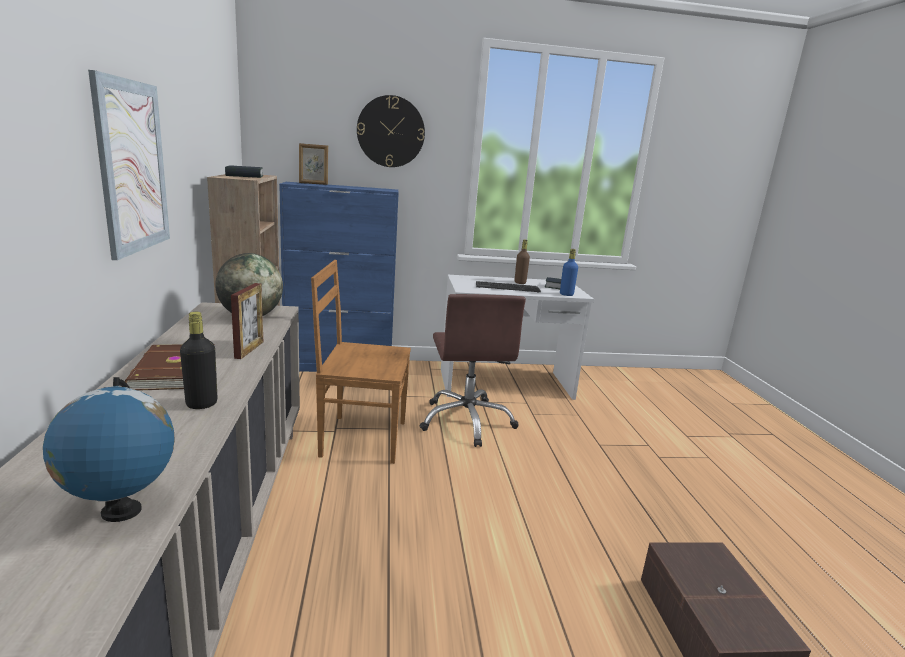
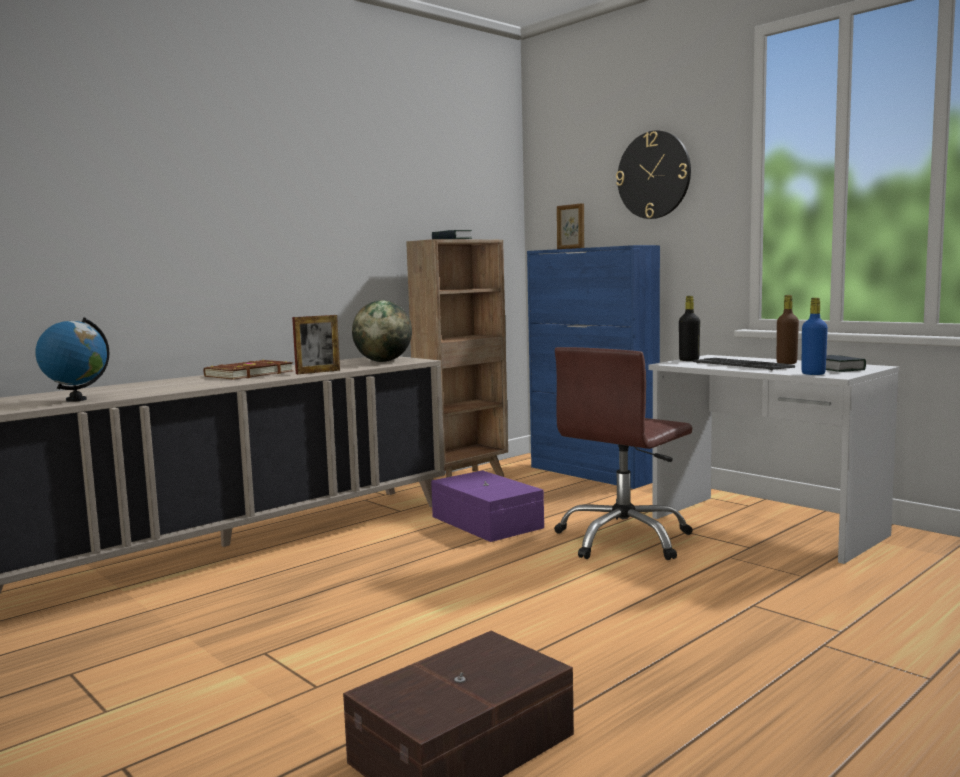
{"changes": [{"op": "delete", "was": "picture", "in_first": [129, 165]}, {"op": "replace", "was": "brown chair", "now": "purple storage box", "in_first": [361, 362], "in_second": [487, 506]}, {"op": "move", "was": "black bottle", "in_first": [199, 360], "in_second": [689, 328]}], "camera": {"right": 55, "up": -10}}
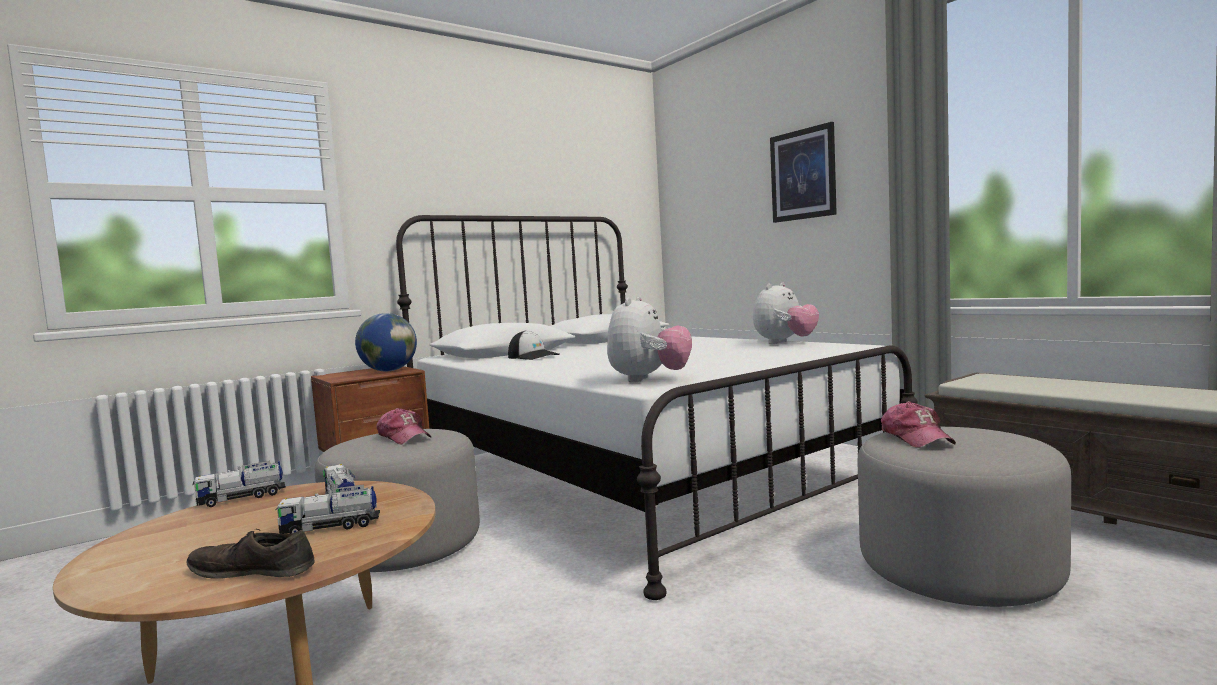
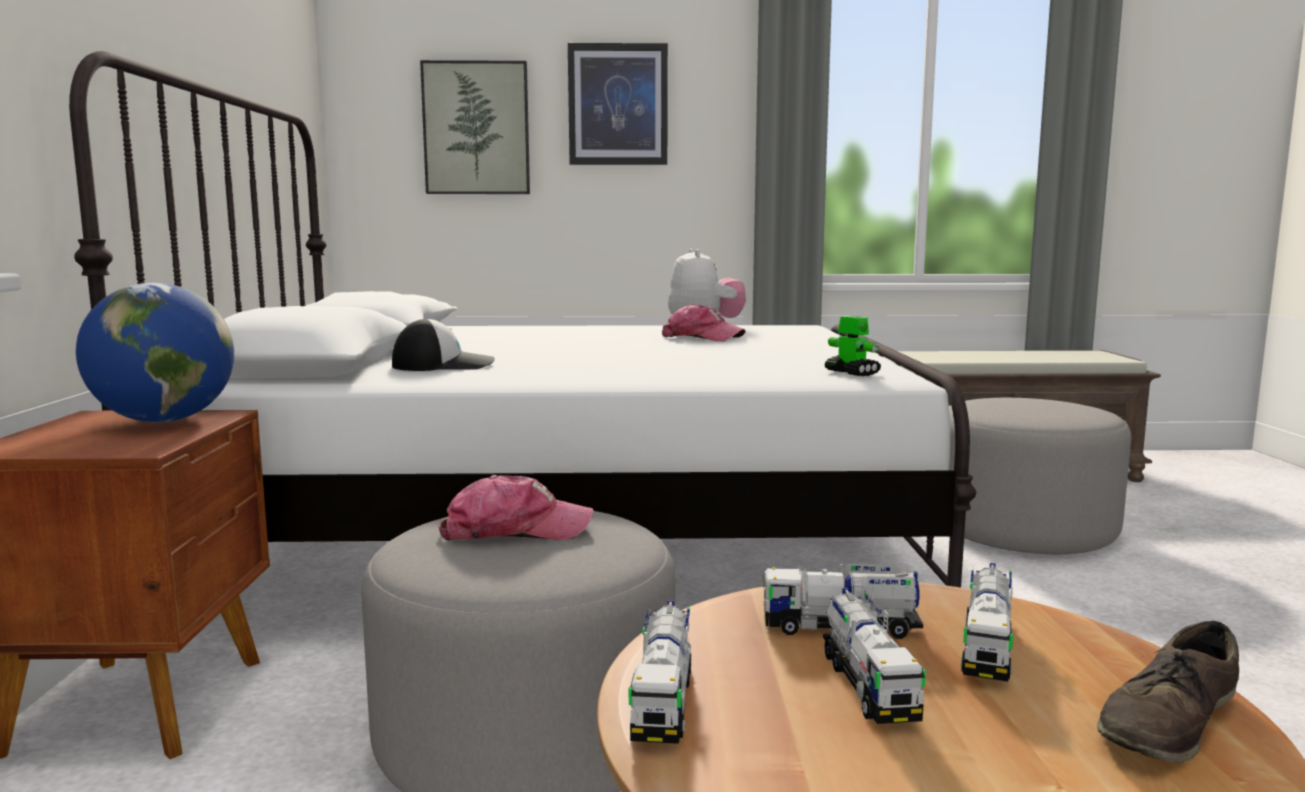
{"changes": [{"op": "replace", "was": "plush toy", "now": "toy robot", "in_first": [649, 339], "in_second": [853, 346]}, {"op": "move", "was": "cap", "in_first": [918, 424], "in_second": [703, 323]}, {"op": "insert", "now": "picture", "in_second": [475, 127]}, {"op": "insert", "now": "toy truck", "in_second": [874, 656]}], "camera": {"right": -55, "up": 5}}
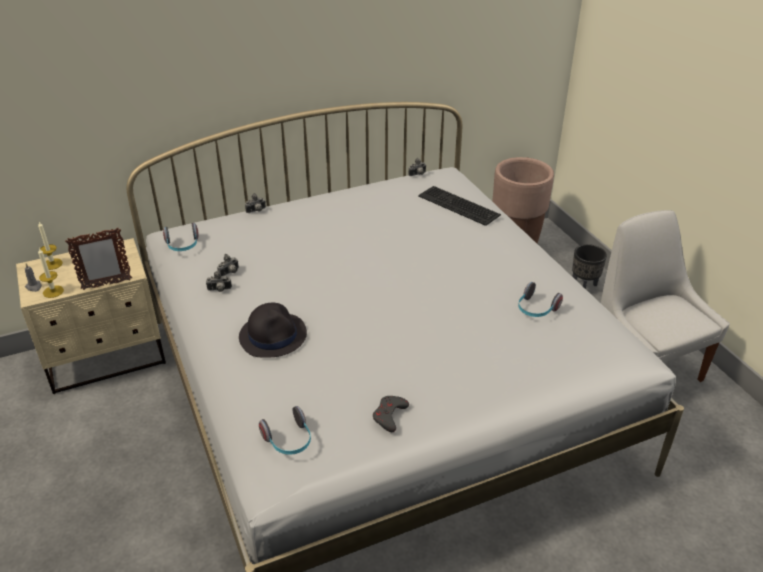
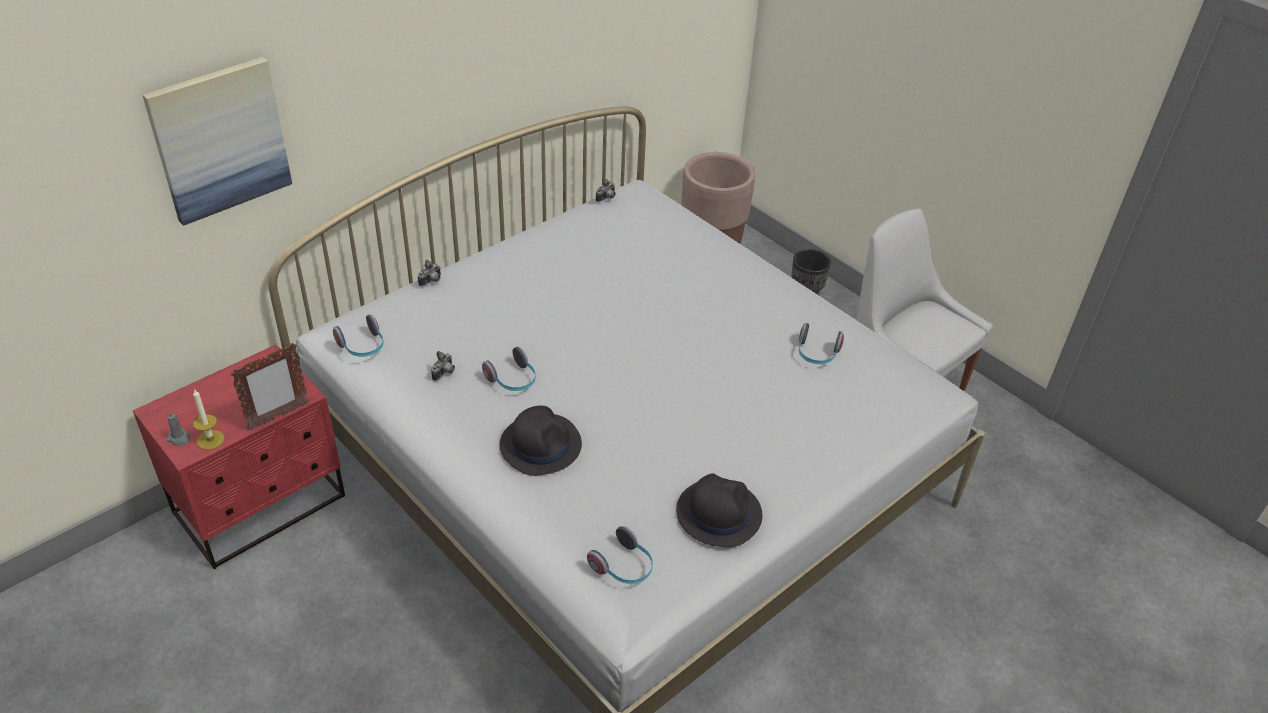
{"changes": [{"op": "delete", "was": "keyboard", "in_first": [459, 206]}, {"op": "delete", "was": "candle", "in_first": [50, 246]}, {"op": "recolor", "was": "beige nightstand", "now": "red nightstand", "in_first": [91, 316], "in_second": [239, 457]}, {"op": "delete", "was": "photo camera", "in_first": [219, 281]}, {"op": "replace", "was": "grey game controller", "now": "black hat", "in_first": [391, 414], "in_second": [719, 510]}, {"op": "insert", "now": "picture", "in_second": [217, 141]}, {"op": "insert", "now": "headphones", "in_second": [509, 369]}], "camera": {"right": -20, "up": 5}}
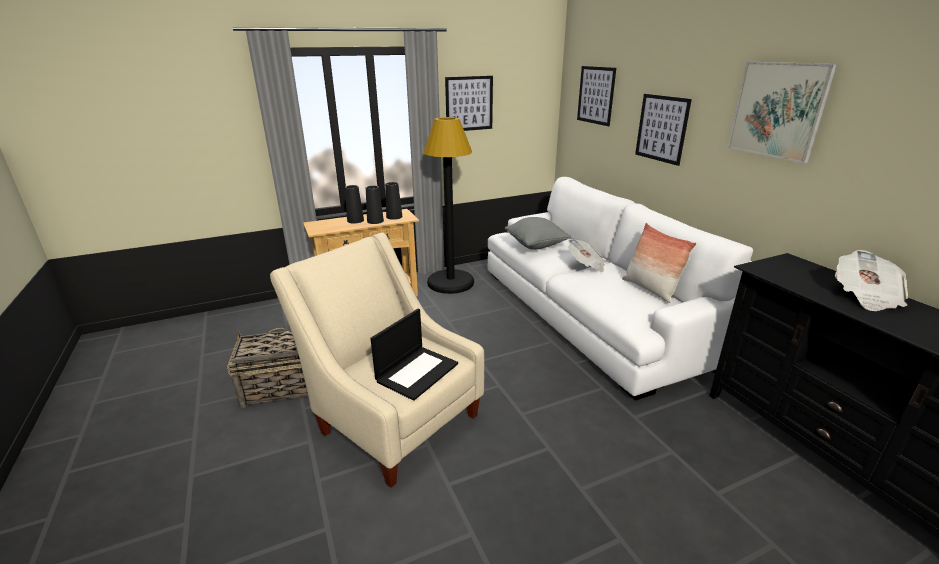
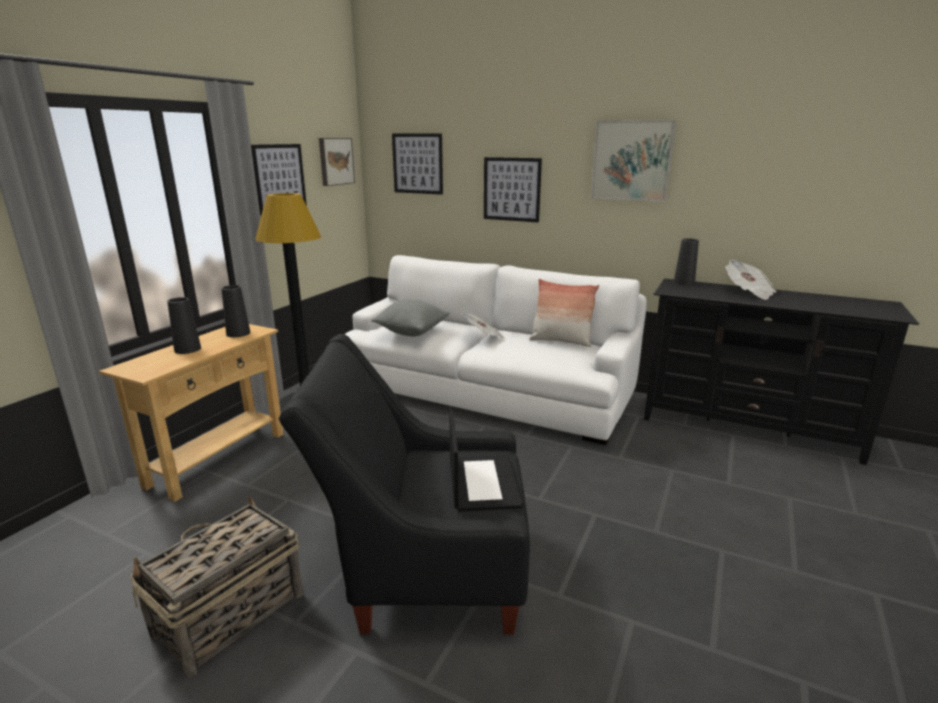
{"changes": [{"op": "move", "was": "black vase", "in_first": [375, 205], "in_second": [686, 261]}, {"op": "recolor", "was": "beige armchair", "now": "black armchair", "in_first": [377, 360], "in_second": [404, 484]}, {"op": "insert", "now": "picture", "in_second": [337, 162]}], "camera": {"right": -40, "up": -5}}
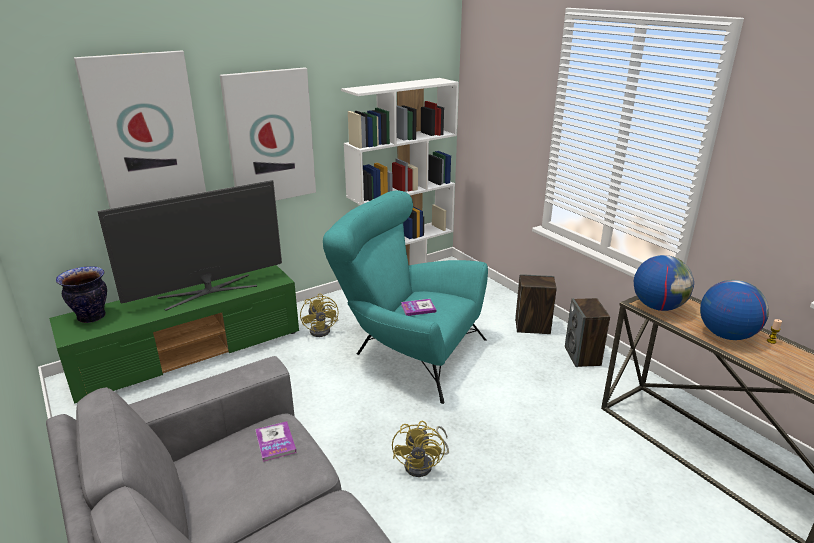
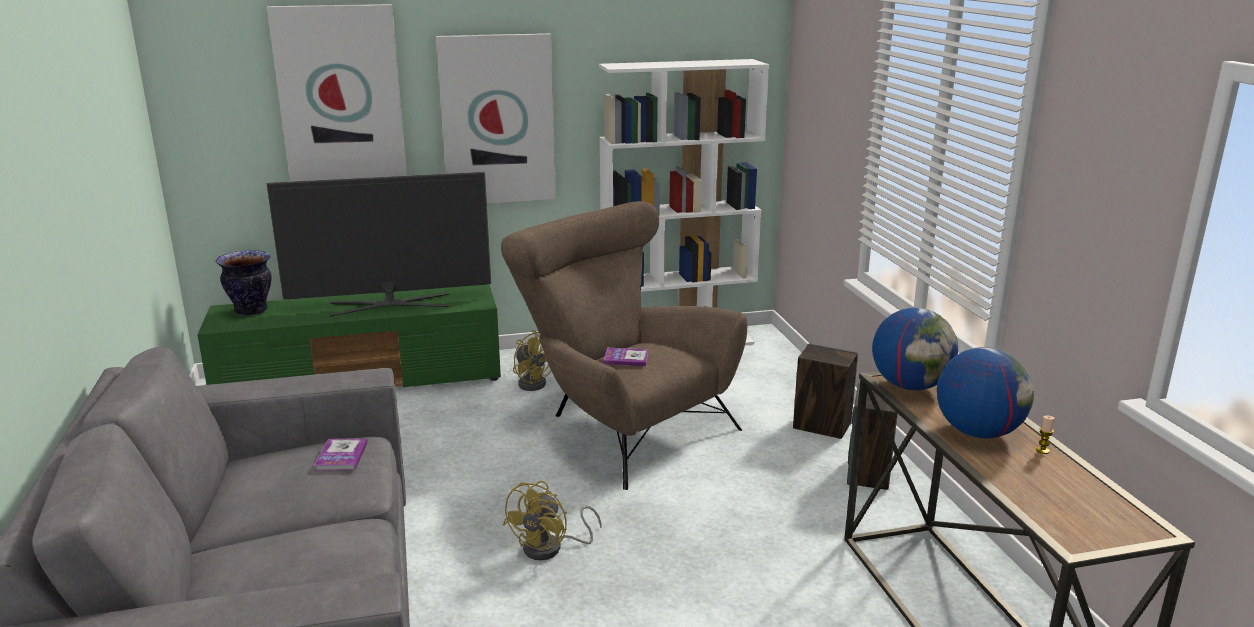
{"changes": [{"op": "recolor", "was": "turquoise armchair", "now": "brown armchair", "in_first": [405, 297], "in_second": [624, 345]}, {"op": "rotate", "was": "yellow fan", "in_first": [319, 315], "in_second": [532, 360], "clockwise": -45}], "camera": {"right": 20, "up": -5}}
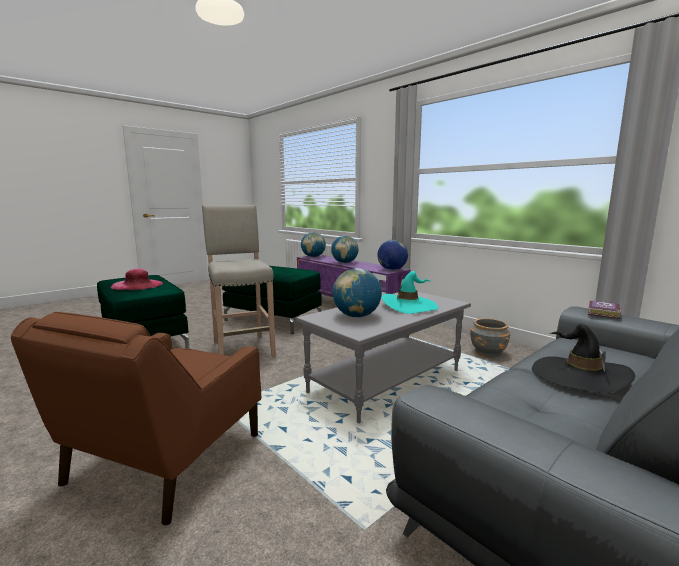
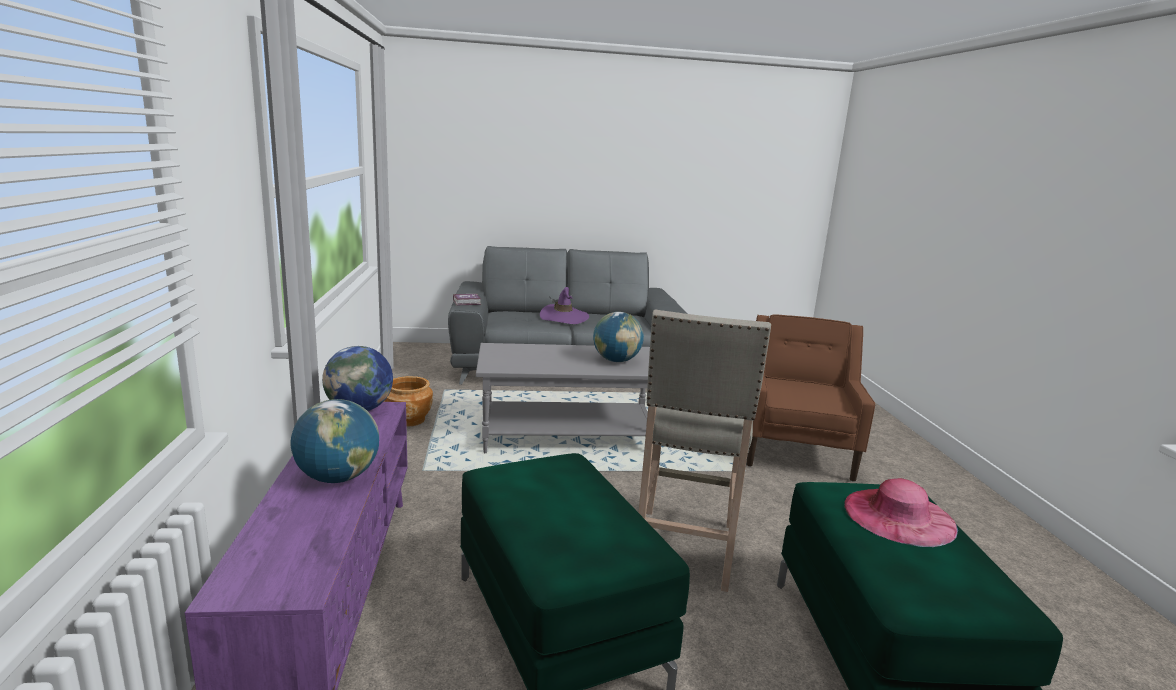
{"changes": [{"op": "delete", "was": "globe", "in_first": [313, 244]}, {"op": "delete", "was": "turquoise hat", "in_first": [410, 292]}, {"op": "rotate", "was": "brown armchair", "in_first": [136, 418], "in_second": [810, 398], "clockwise": -45}, {"op": "recolor", "was": "grey planter", "now": "brown planter", "in_first": [490, 337], "in_second": [408, 401]}, {"op": "recolor", "was": "black hat", "now": "purple hat", "in_first": [583, 358], "in_second": [564, 305]}], "camera": {"right": -145, "up": 5}}
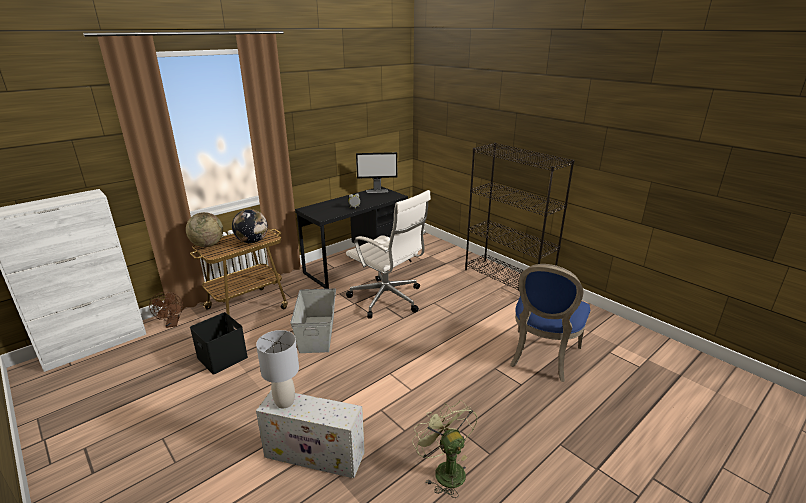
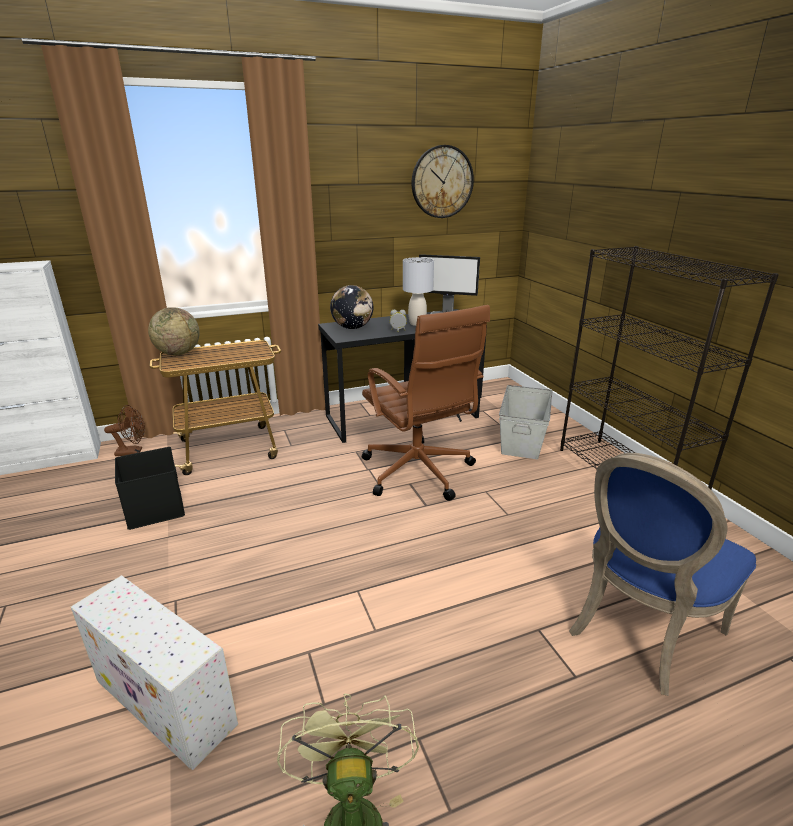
{"changes": [{"op": "recolor", "was": "white office chair", "now": "brown office chair", "in_first": [388, 254], "in_second": [426, 403]}, {"op": "move", "was": "globe", "in_first": [250, 226], "in_second": [351, 307]}, {"op": "move", "was": "grey storage box", "in_first": [313, 320], "in_second": [525, 422]}, {"op": "rotate", "was": "brown fan", "in_first": [166, 310], "in_second": [124, 430], "clockwise": -105}, {"op": "move", "was": "grey table lamp", "in_first": [277, 369], "in_second": [418, 291]}, {"op": "insert", "now": "wall clock", "in_second": [443, 181]}], "camera": {"right": 20, "up": 0}}
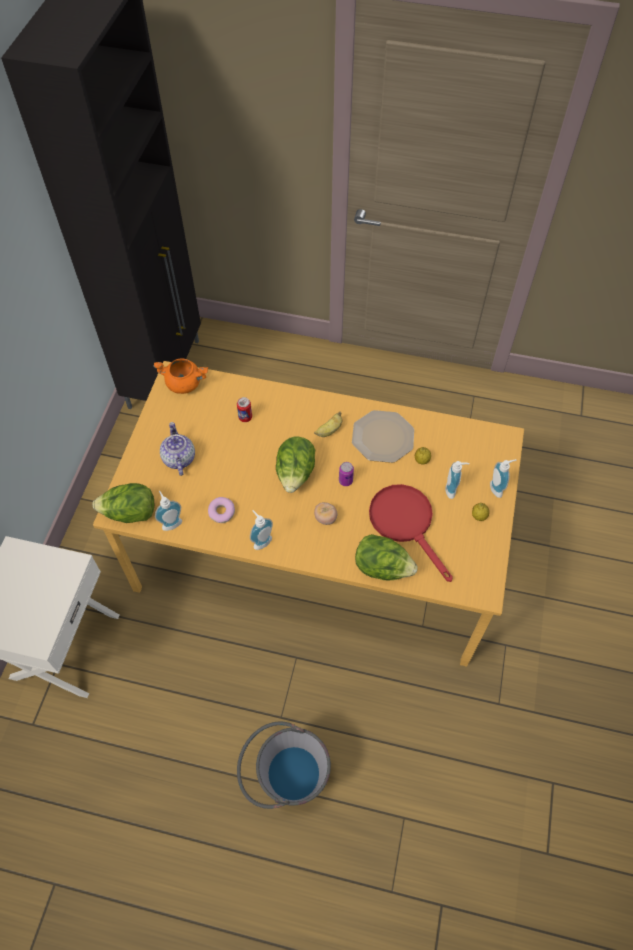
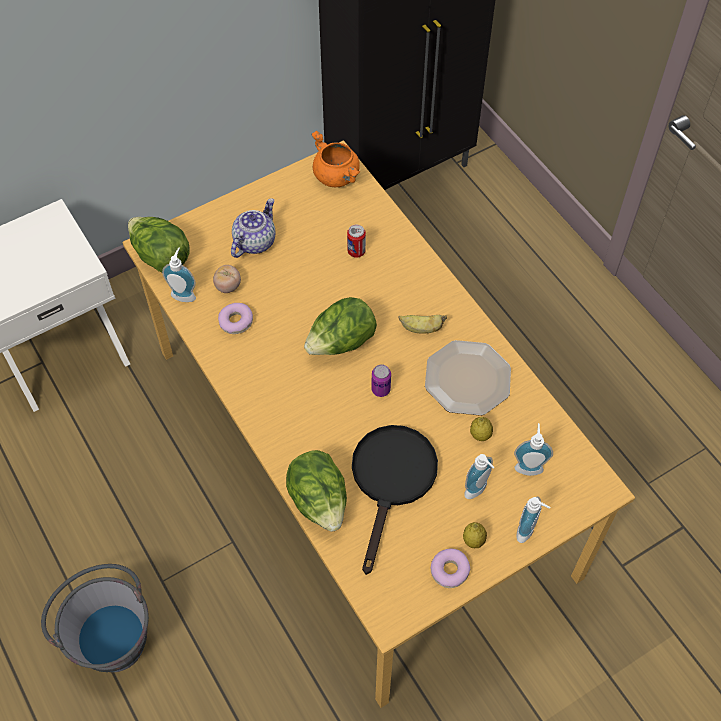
{"changes": [{"op": "recolor", "was": "red frying pan", "now": "black frying pan", "in_first": [411, 533], "in_second": [395, 500]}, {"op": "move", "was": "tomato", "in_first": [326, 513], "in_second": [227, 279]}, {"op": "move", "was": "soap dispenser", "in_first": [261, 530], "in_second": [533, 449]}, {"op": "insert", "now": "donut", "in_second": [450, 568]}], "camera": {"right": 45, "up": 0}}
